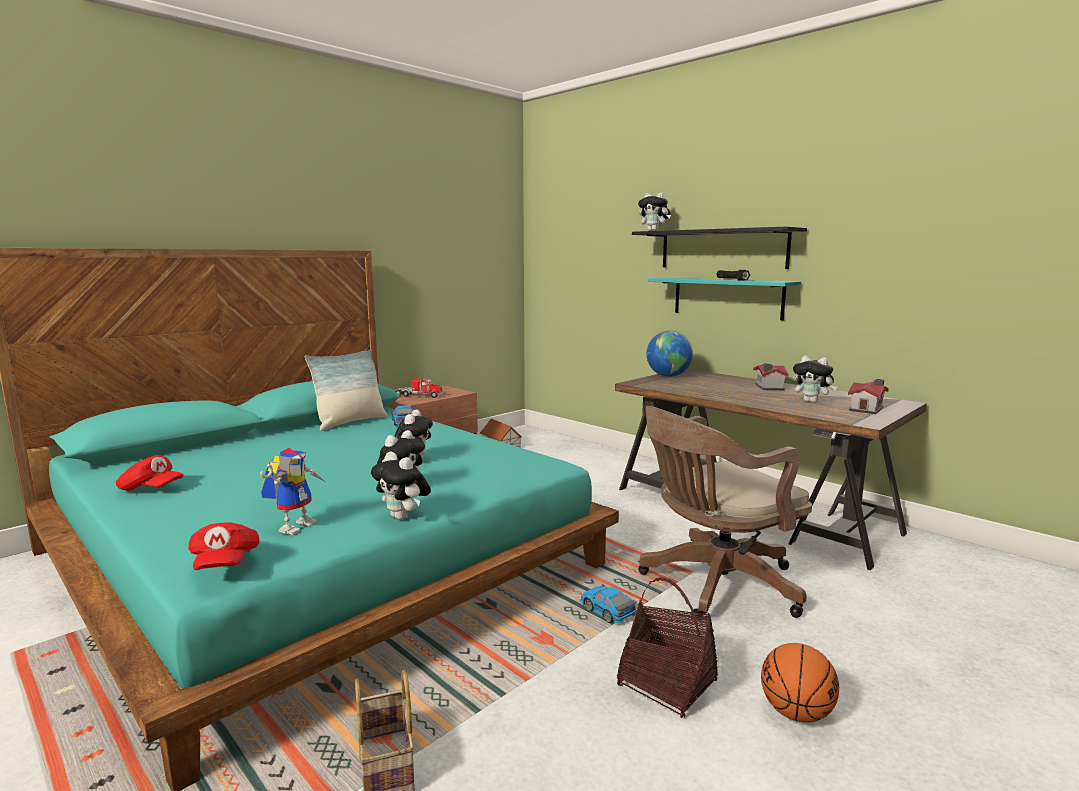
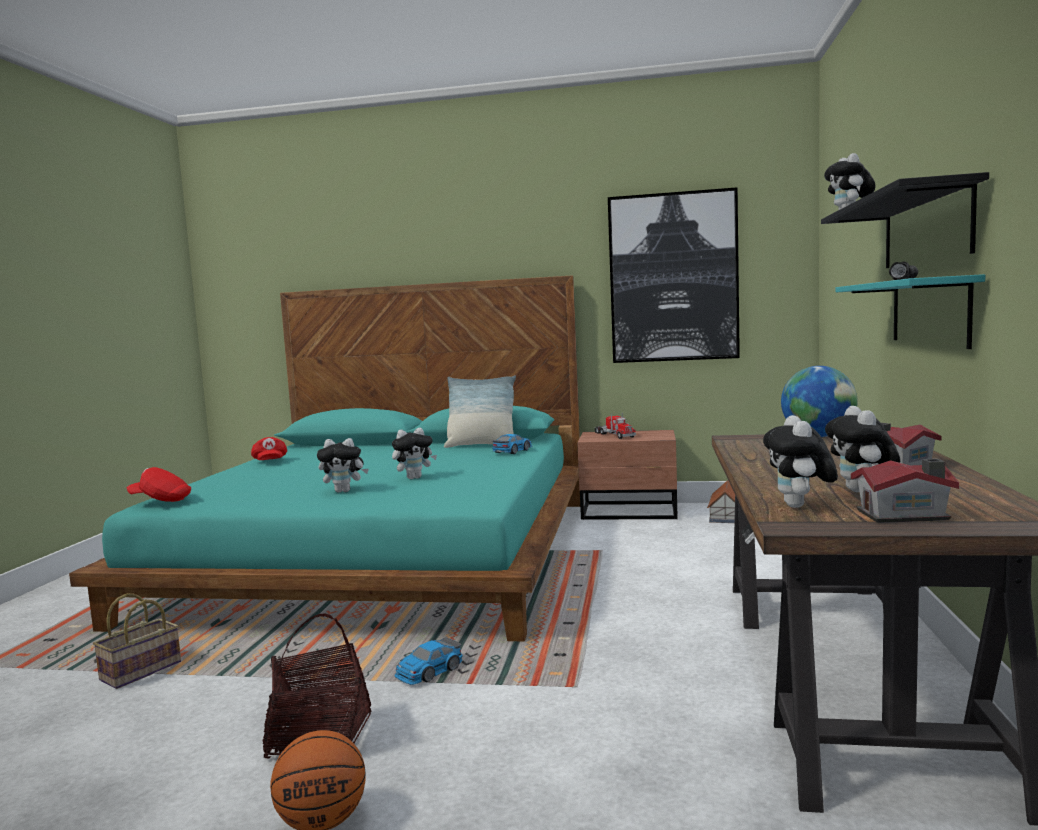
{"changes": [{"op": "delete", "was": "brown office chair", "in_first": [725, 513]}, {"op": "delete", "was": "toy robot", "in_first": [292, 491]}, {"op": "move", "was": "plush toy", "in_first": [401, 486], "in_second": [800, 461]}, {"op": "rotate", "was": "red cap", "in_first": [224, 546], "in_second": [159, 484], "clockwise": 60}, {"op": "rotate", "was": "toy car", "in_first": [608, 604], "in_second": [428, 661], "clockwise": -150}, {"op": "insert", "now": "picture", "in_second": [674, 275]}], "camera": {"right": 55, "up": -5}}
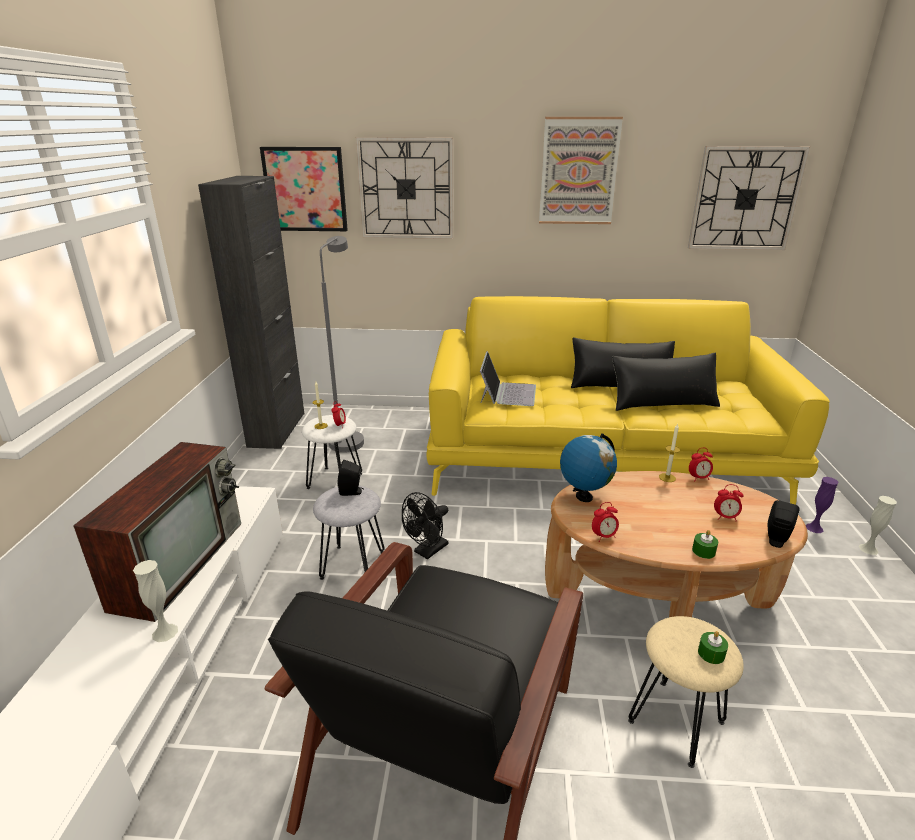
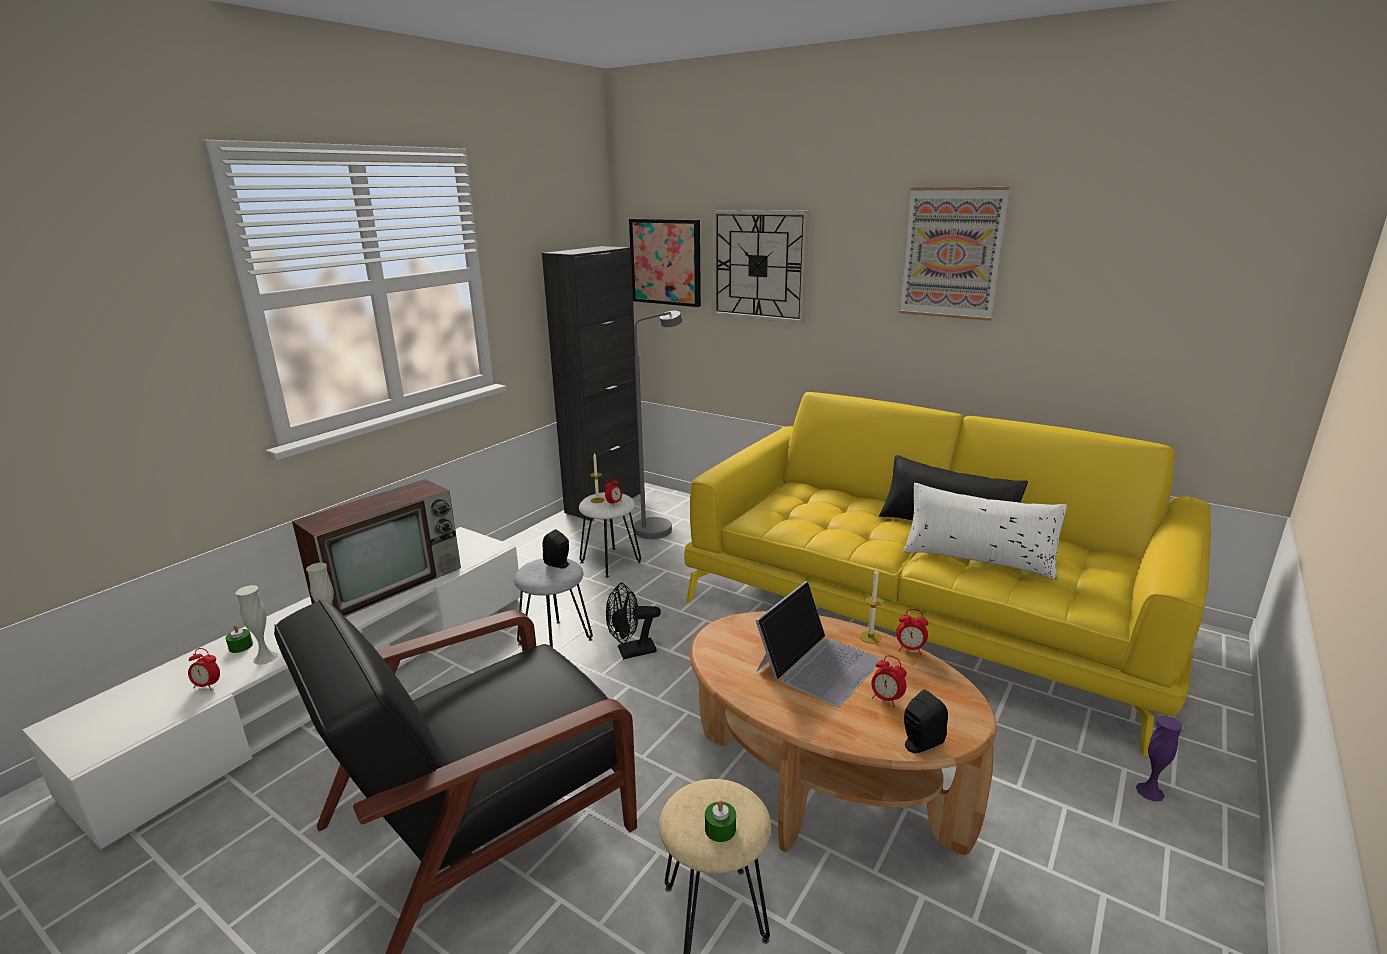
{"changes": [{"op": "delete", "was": "wall clock", "in_first": [749, 198]}, {"op": "move", "was": "laptop", "in_first": [508, 378], "in_second": [818, 644]}, {"op": "recolor", "was": "black pillow", "now": "white pillow", "in_first": [666, 382], "in_second": [985, 531]}, {"op": "delete", "was": "globe", "in_first": [588, 467]}, {"op": "move", "was": "white vase", "in_first": [878, 525], "in_second": [256, 625]}, {"op": "move", "was": "alarm clock", "in_first": [605, 522], "in_second": [204, 669]}, {"op": "move", "was": "green candle", "in_first": [705, 544], "in_second": [239, 639]}], "camera": {"right": 30, "up": -5}}
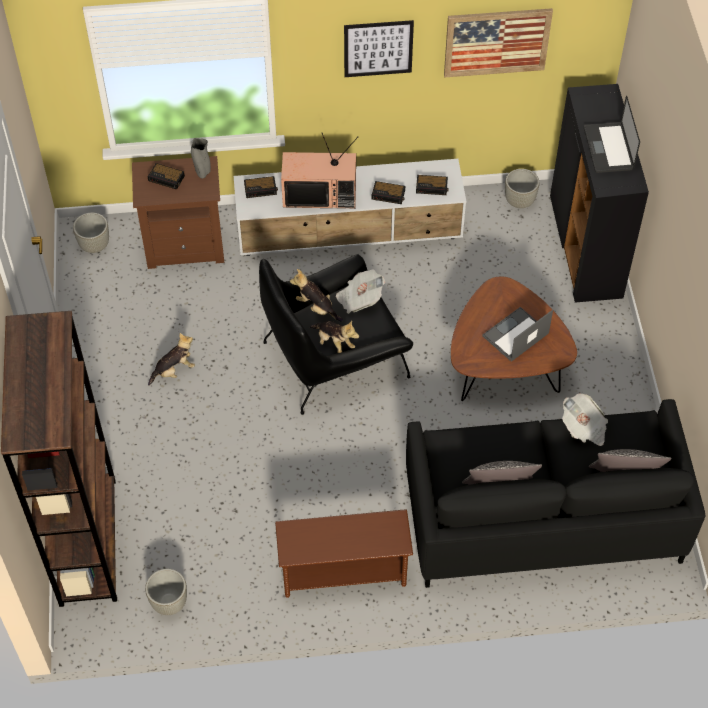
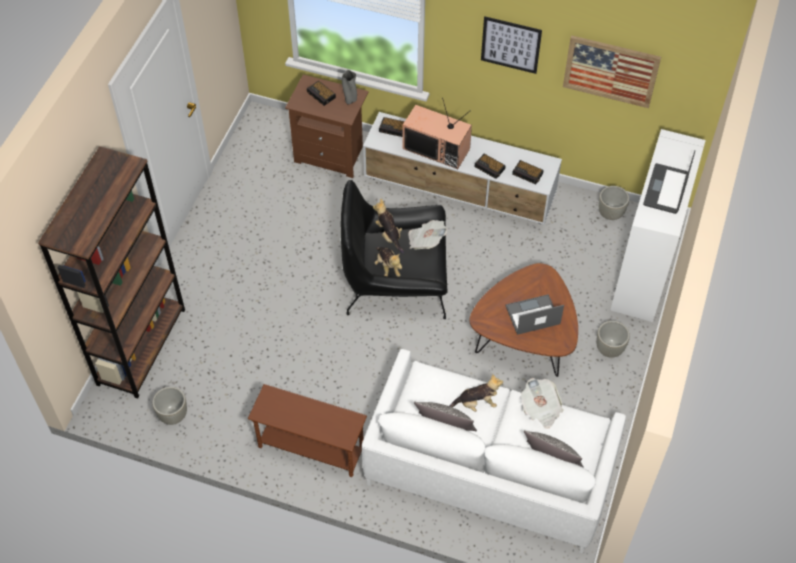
{"changes": [{"op": "recolor", "was": "black cabinet", "now": "white cabinet", "in_first": [599, 193], "in_second": [658, 225]}, {"op": "move", "was": "grey planter", "in_first": [91, 233], "in_second": [613, 339]}, {"op": "move", "was": "plush toy", "in_first": [171, 359], "in_second": [476, 393]}, {"op": "recolor", "was": "black sofa", "now": "white sofa", "in_first": [555, 493], "in_second": [494, 451]}], "camera": {"right": 25, "up": 0}}
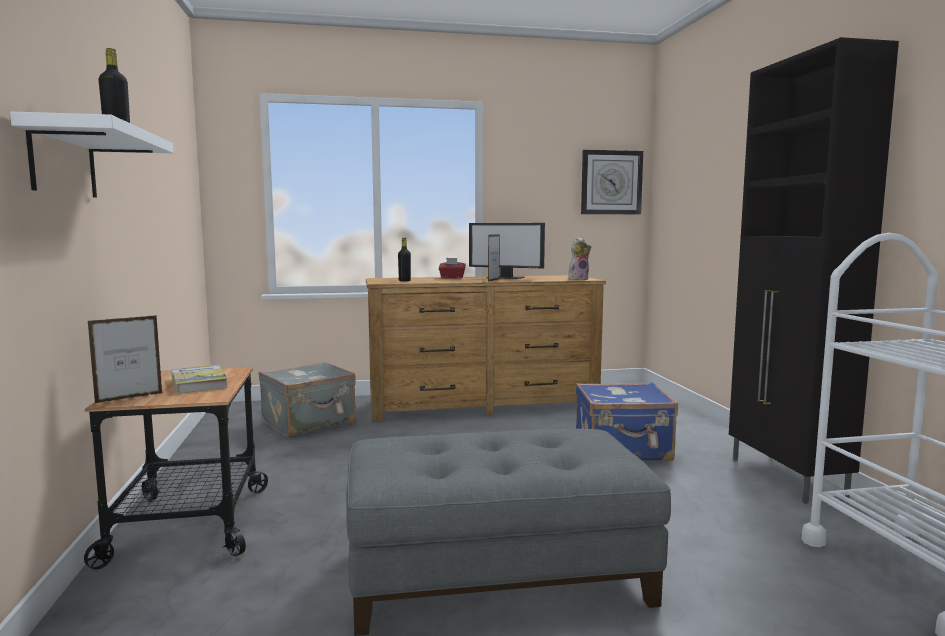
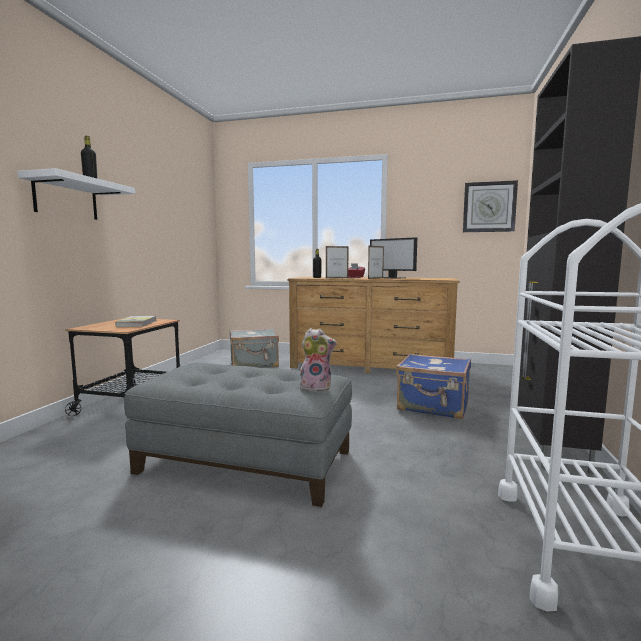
{"changes": [{"op": "move", "was": "plush toy", "in_first": [580, 258], "in_second": [318, 360]}, {"op": "move", "was": "picture frame", "in_first": [125, 359], "in_second": [337, 262]}], "camera": {"right": 25, "up": 0}}
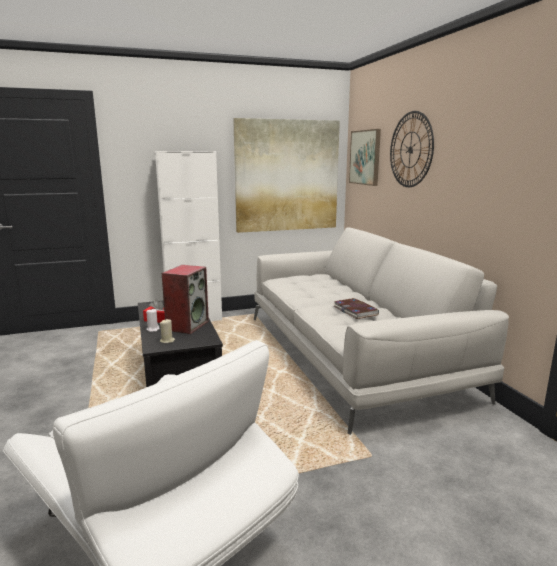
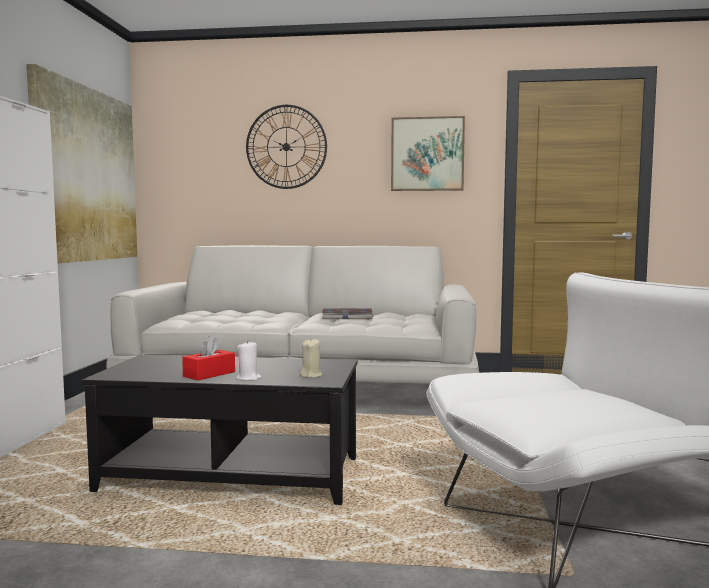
{"changes": [{"op": "move", "was": "picture", "in_first": [365, 157], "in_second": [428, 153]}, {"op": "delete", "was": "speaker", "in_first": [185, 299]}], "camera": {"right": -65, "up": -10}}
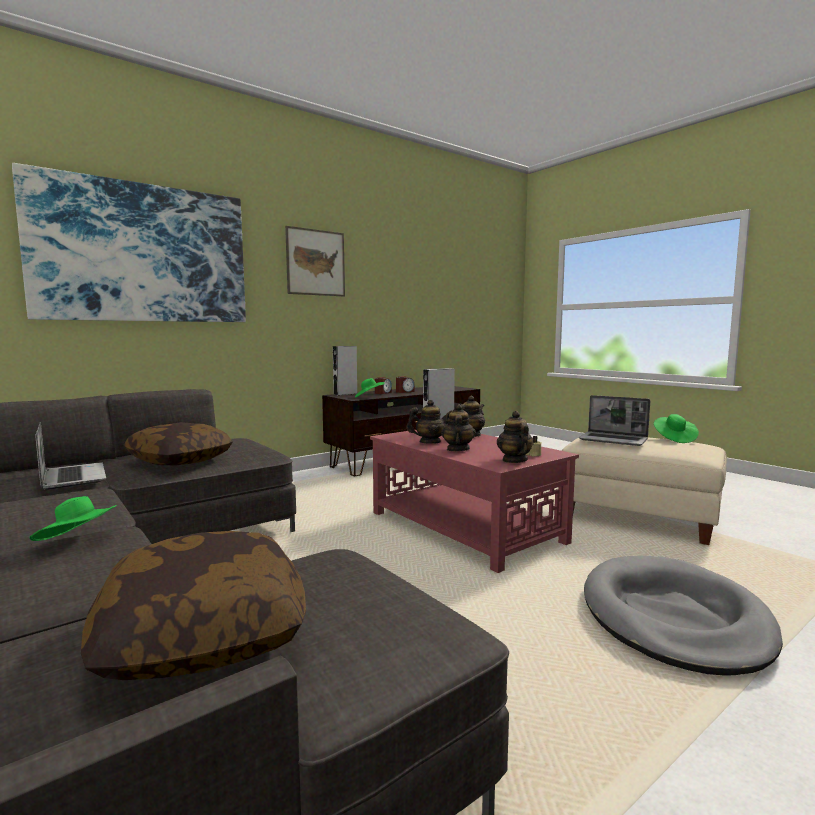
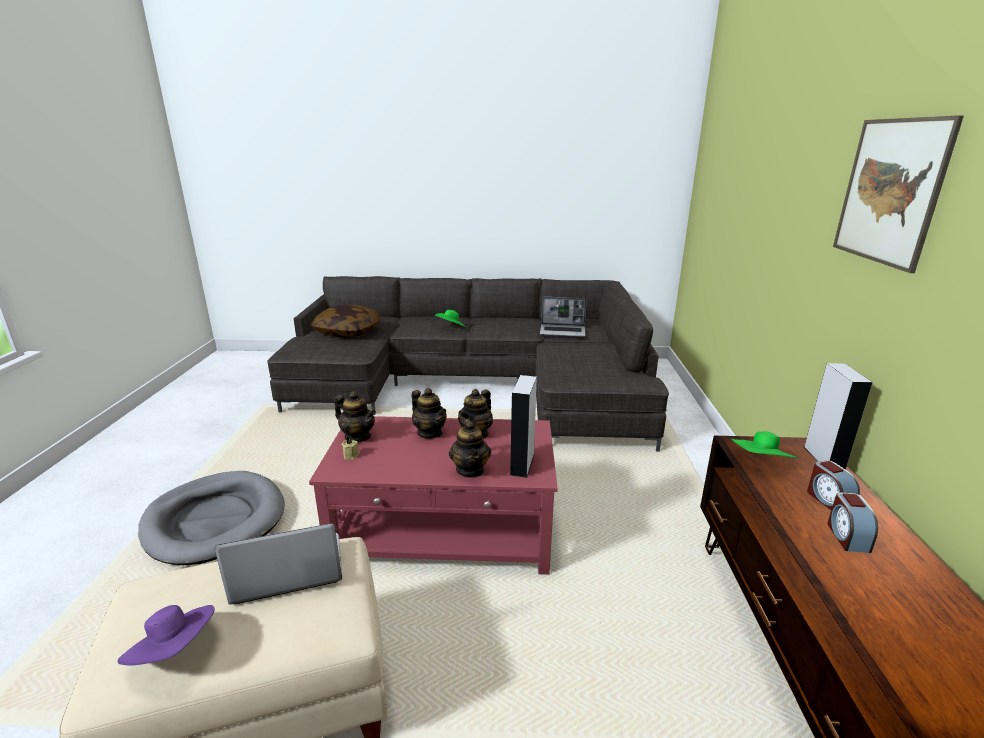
{"changes": [{"op": "delete", "was": "picture", "in_first": [129, 242]}, {"op": "recolor", "was": "green hat", "now": "purple hat", "in_first": [676, 428], "in_second": [166, 635]}, {"op": "delete", "was": "pillow", "in_first": [178, 443]}], "camera": {"right": 130, "up": 15}}
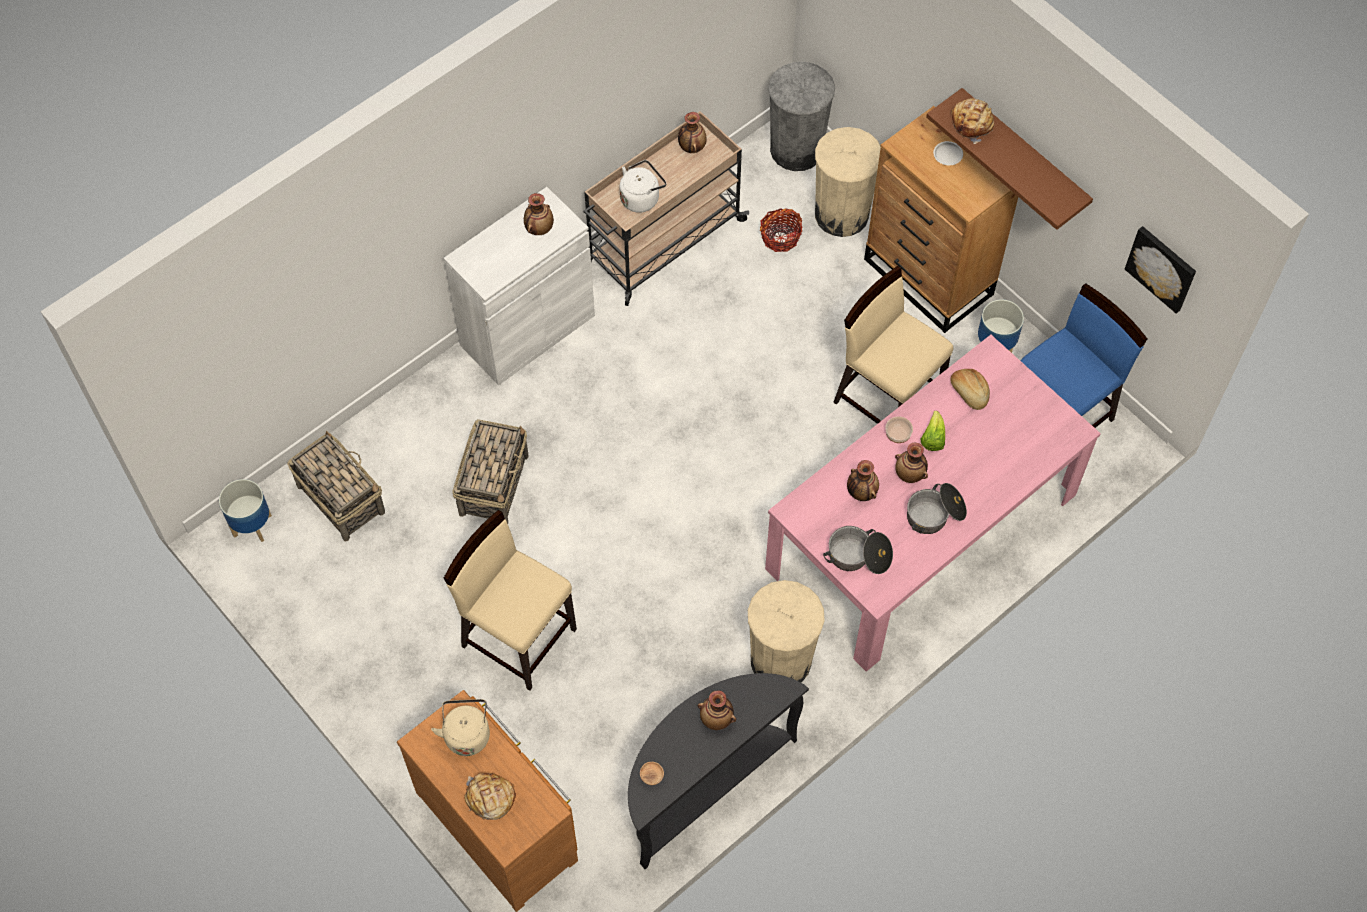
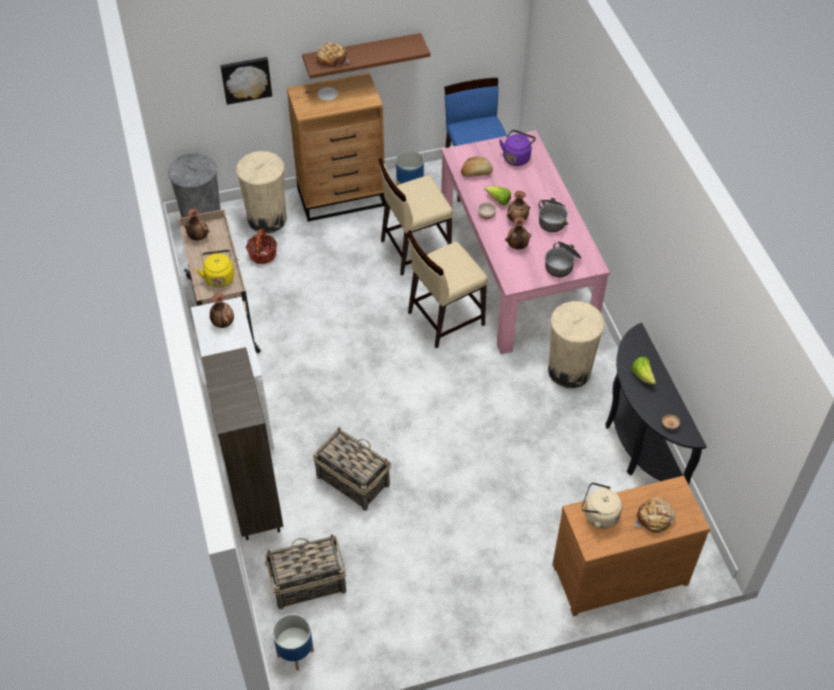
{"changes": [{"op": "recolor", "was": "white kettle", "now": "yellow kettle", "in_first": [643, 186], "in_second": [215, 269]}, {"op": "move", "was": "picture", "in_first": [1160, 270], "in_second": [246, 81]}, {"op": "move", "was": "beige chair", "in_first": [510, 600], "in_second": [447, 289]}, {"op": "replace", "was": "vase", "now": "lettuce", "in_first": [716, 710], "in_second": [643, 371]}, {"op": "insert", "now": "purple kettle", "in_second": [517, 148]}, {"op": "insert", "now": "brown bookcase", "in_second": [242, 443]}], "camera": {"right": -65, "up": -10}}
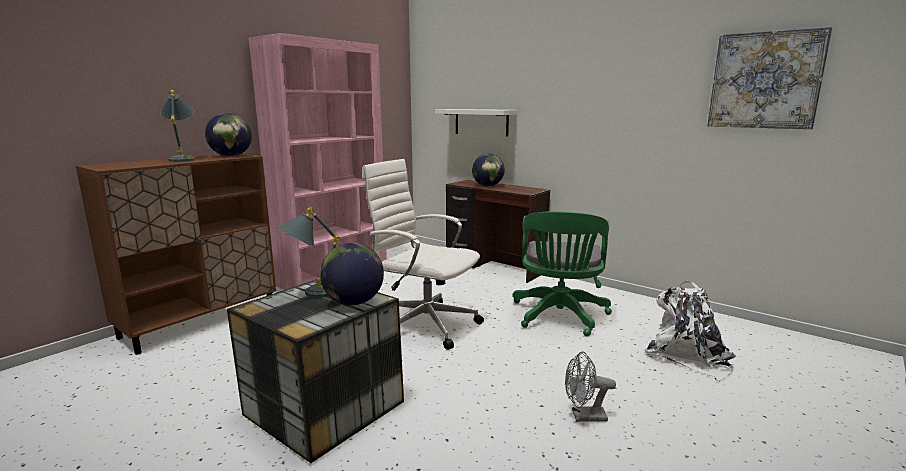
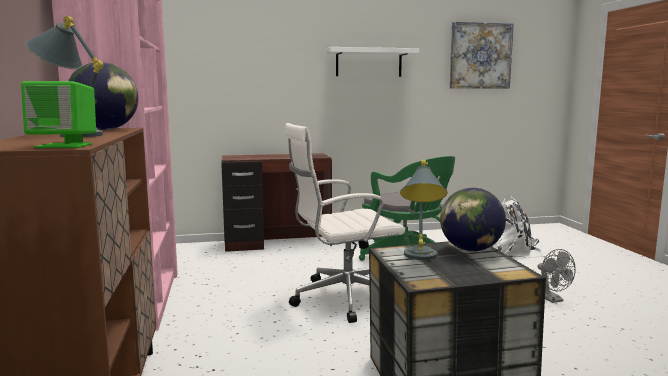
{"changes": [{"op": "move", "was": "white shelf", "in_first": [476, 122], "in_second": [372, 62]}, {"op": "delete", "was": "globe", "in_first": [488, 170]}, {"op": "rotate", "was": "grey fan", "in_first": [590, 387], "in_second": [556, 276], "clockwise": -60}, {"op": "insert", "now": "green speaker", "in_second": [58, 114]}], "camera": {"right": -50, "up": -5}}
